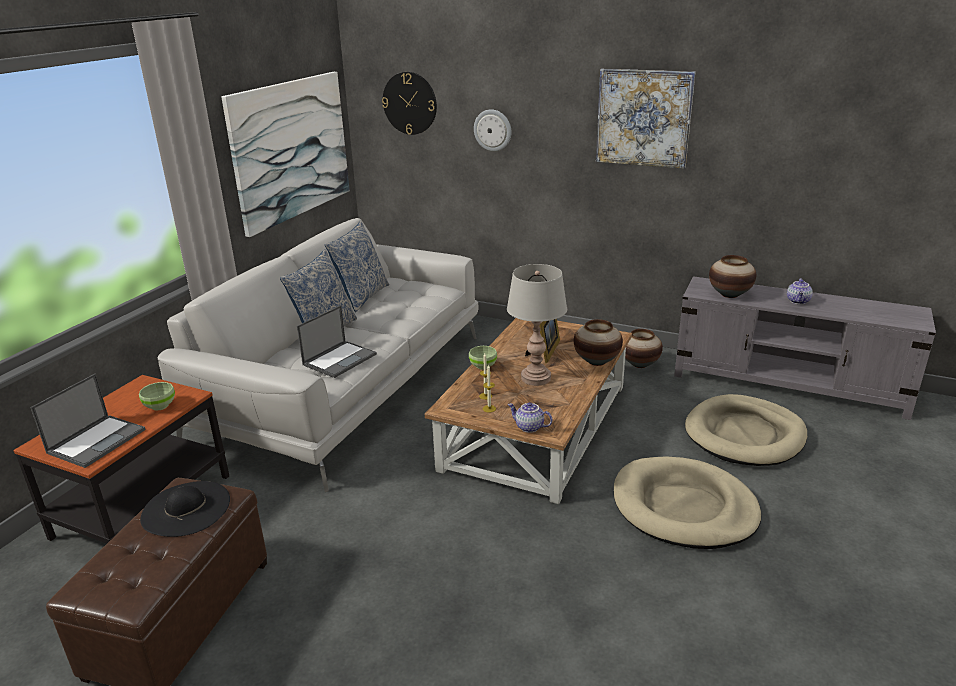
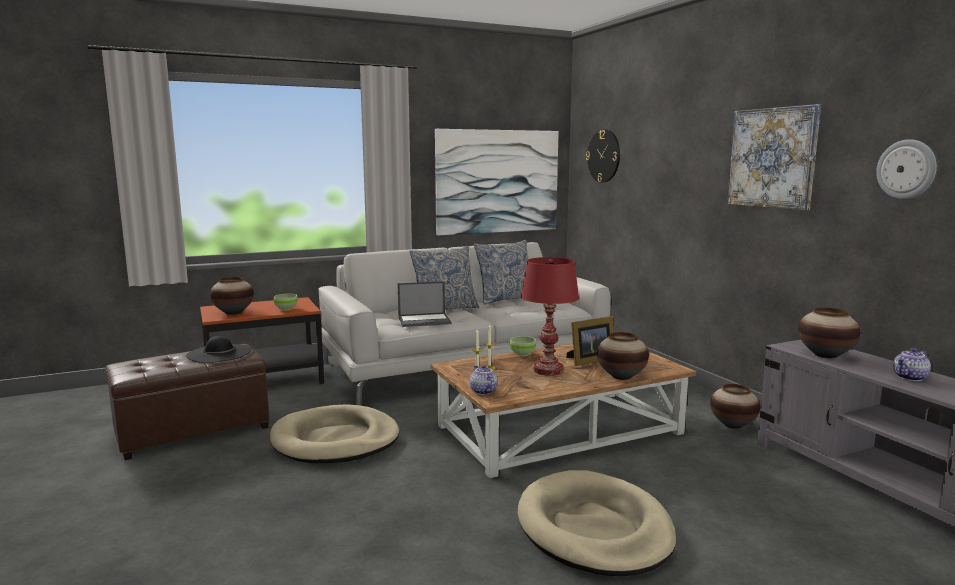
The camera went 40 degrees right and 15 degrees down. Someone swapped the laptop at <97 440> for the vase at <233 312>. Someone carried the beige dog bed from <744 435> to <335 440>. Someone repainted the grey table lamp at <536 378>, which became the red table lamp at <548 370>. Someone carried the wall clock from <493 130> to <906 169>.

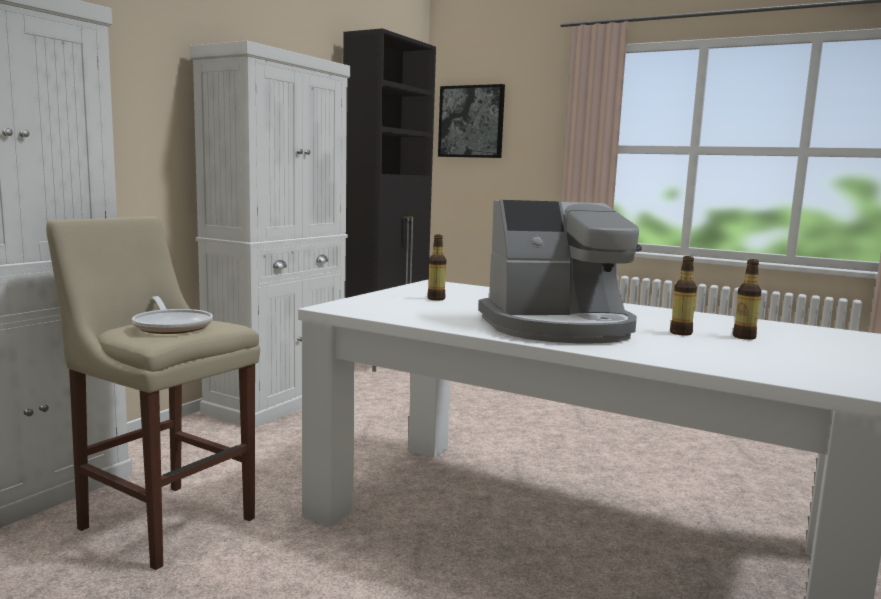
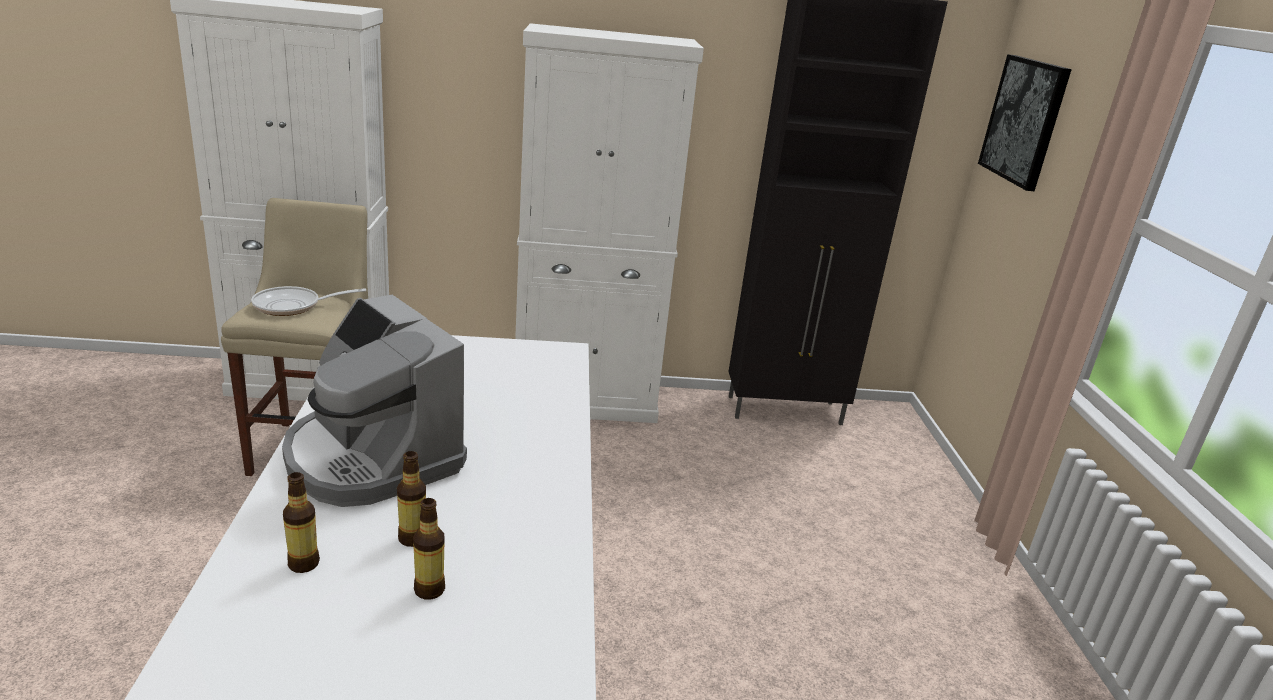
The camera went 55 degrees right and 15 degrees up. Someone rotated the frying pan at <172 326> by 45 degrees clockwise. Someone carried the bottle from <436 299> to <303 564>.

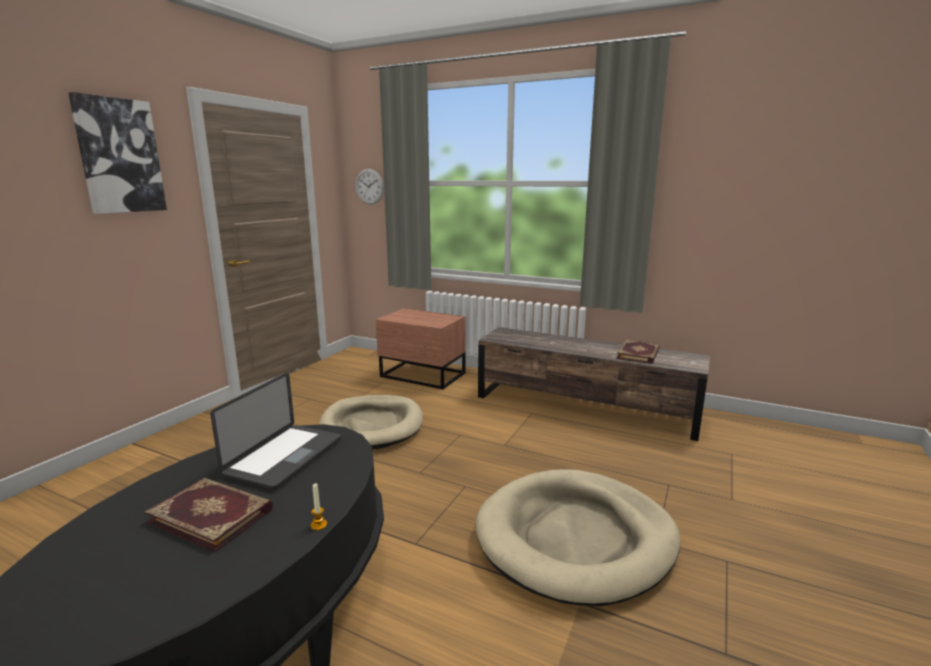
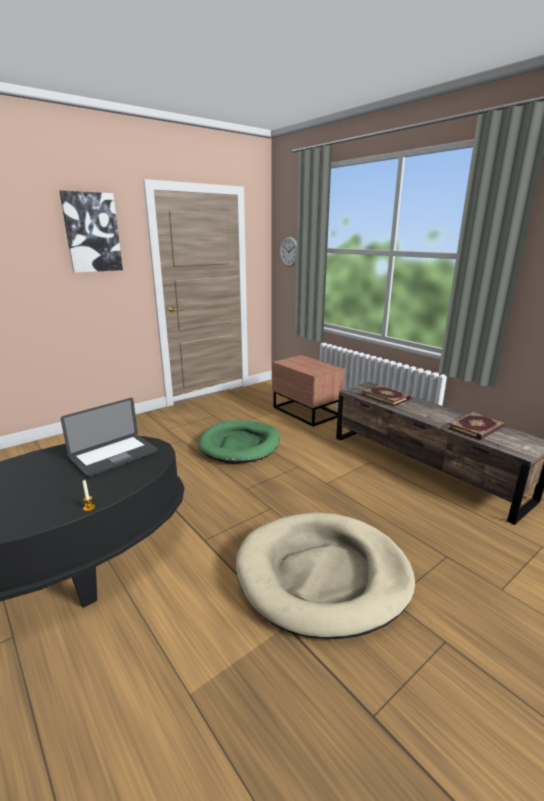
The camera went 25 degrees right and 5 degrees up. Someone repainted the beige dog bed at <372 425>, which became the green dog bed at <240 444>. Someone carried the book from <212 515> to <386 397>.

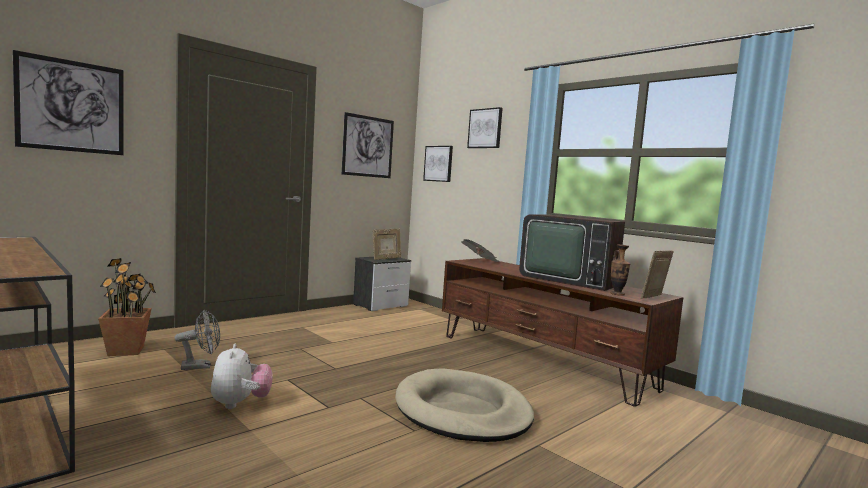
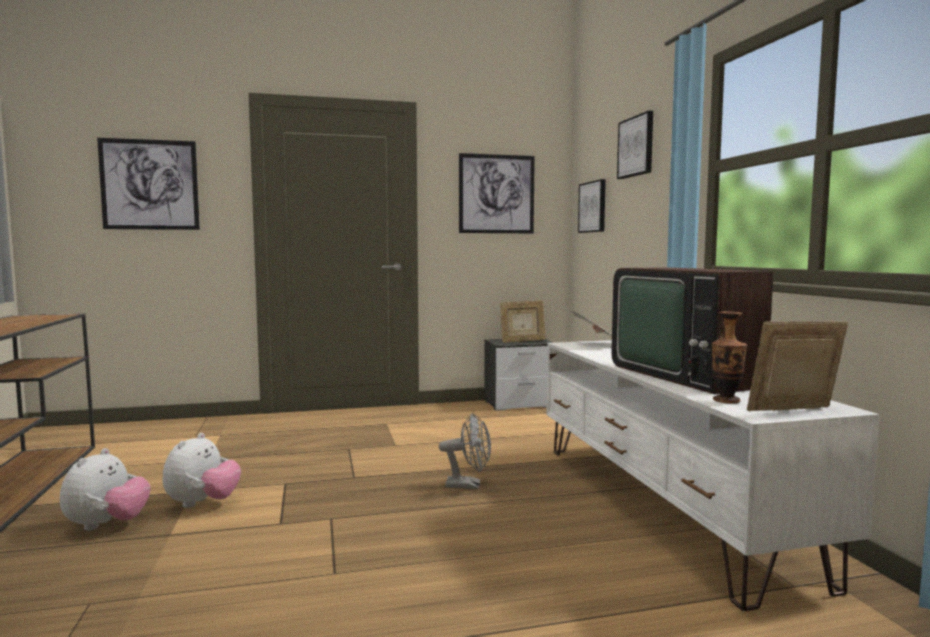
The camera went 30 degrees right and 0 degrees up. Someone put down the plush toy at <107 525>. Someone carried the grey fan from <201 366> to <469 485>. Someone repainted the brown tv stand at <542 361>, which became the white tv stand at <662 505>. Someone took away the potted plant at <127 351>. Someone took away the beige dog bed at <462 411>.

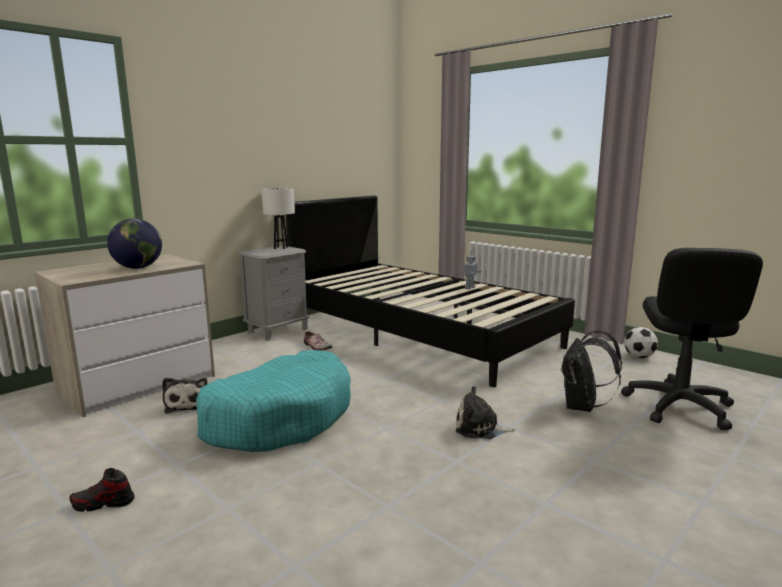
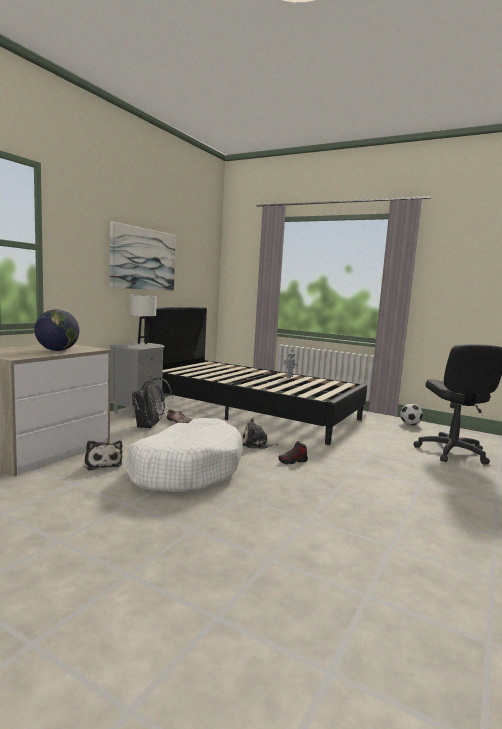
The camera went 15 degrees left and 5 degrees down. Someone put up the picture at <143 259>. Someone repainted the turquoise dog bed at <279 418>, which became the white dog bed at <186 469>. Someone carried the black backpack from <583 407> to <149 426>. Someone carried the plush toy from <480 428> to <257 444>. Someone carried the shoe from <103 503> to <293 461>.

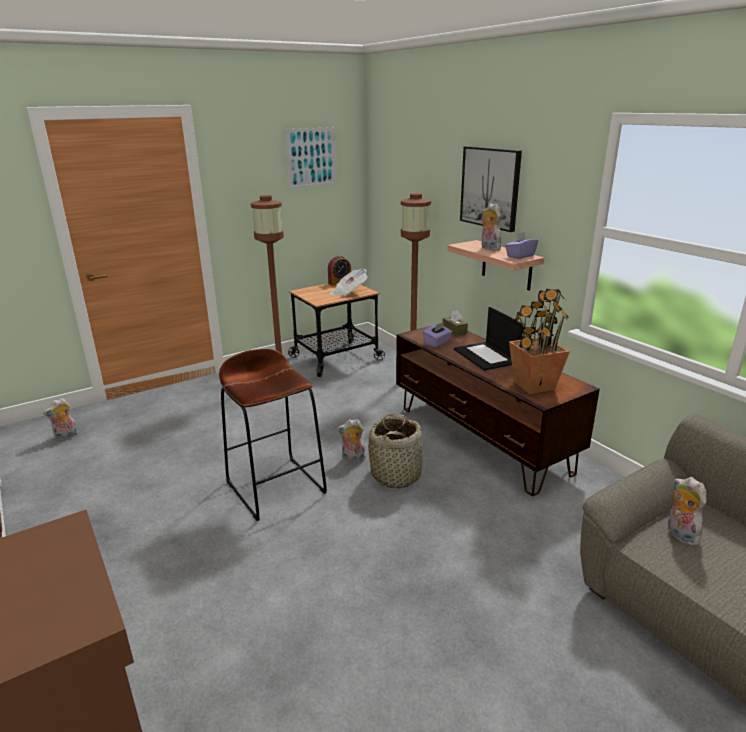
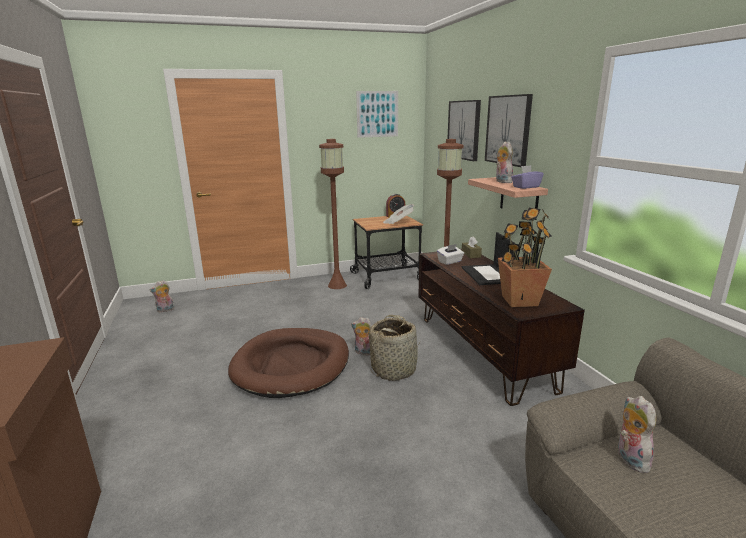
The camera went 15 degrees right and 5 degrees down. Someone swapped the brown stool at <276 487> for the brown dog bed at <291 365>. Someone repainted the purple tissue box at <437 343>, which became the white tissue box at <450 262>. Someone put up the picture at <464 130>.

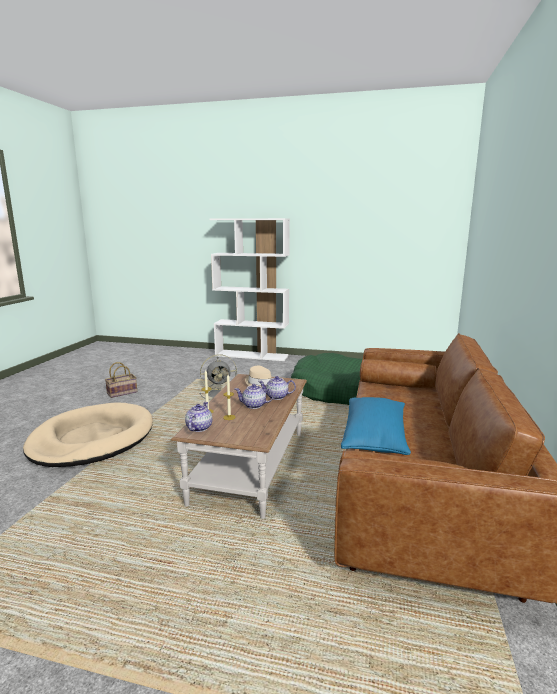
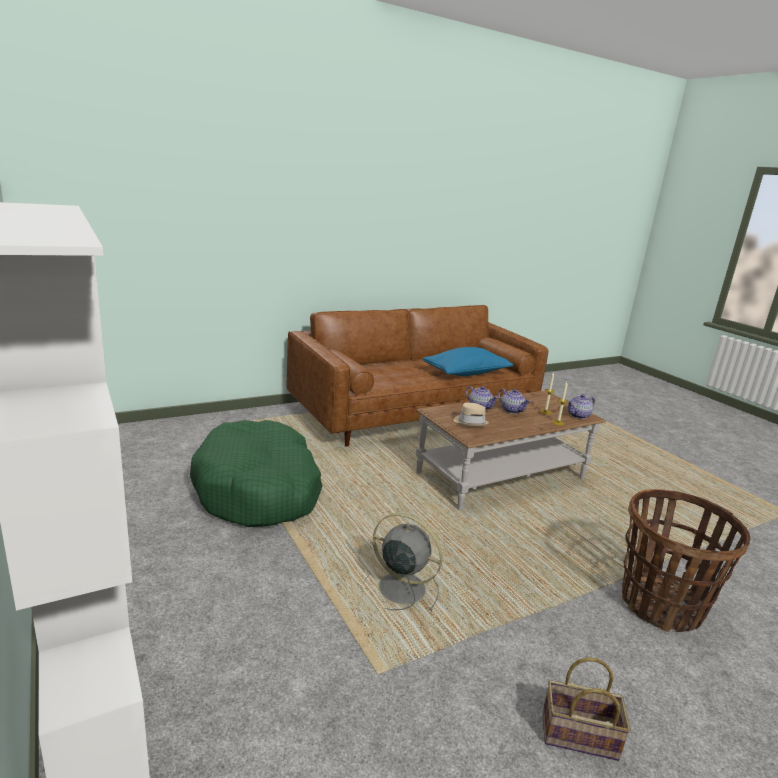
The camera went 135 degrees left and 5 degrees up. Someone swapped the beige dog bed at <92 439> for the basket at <661 605>.

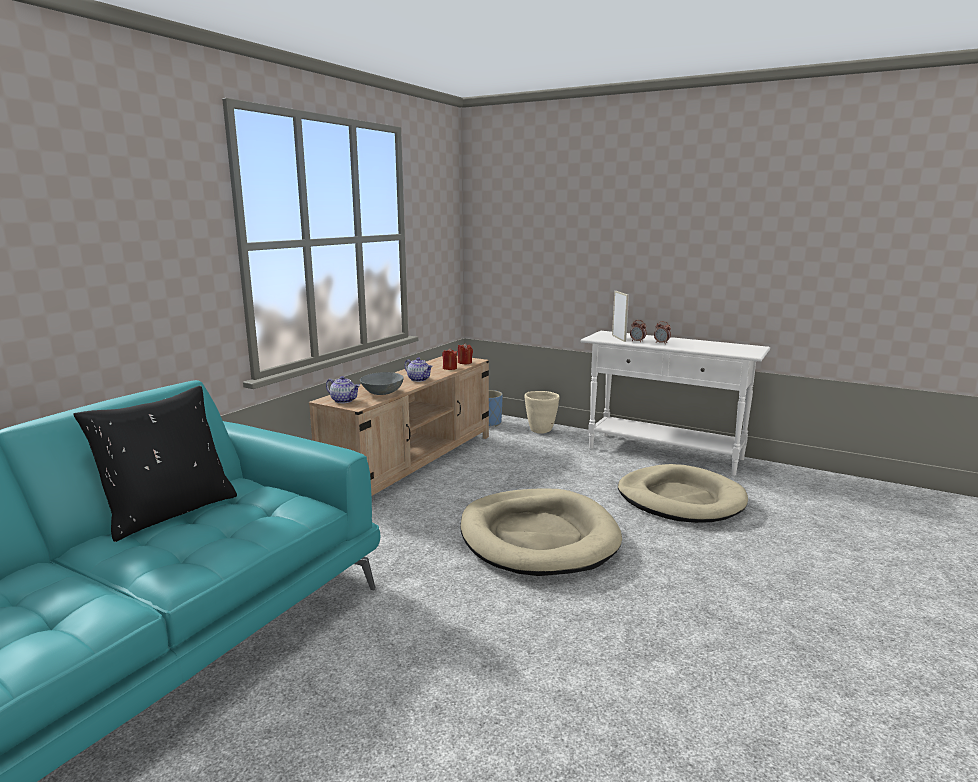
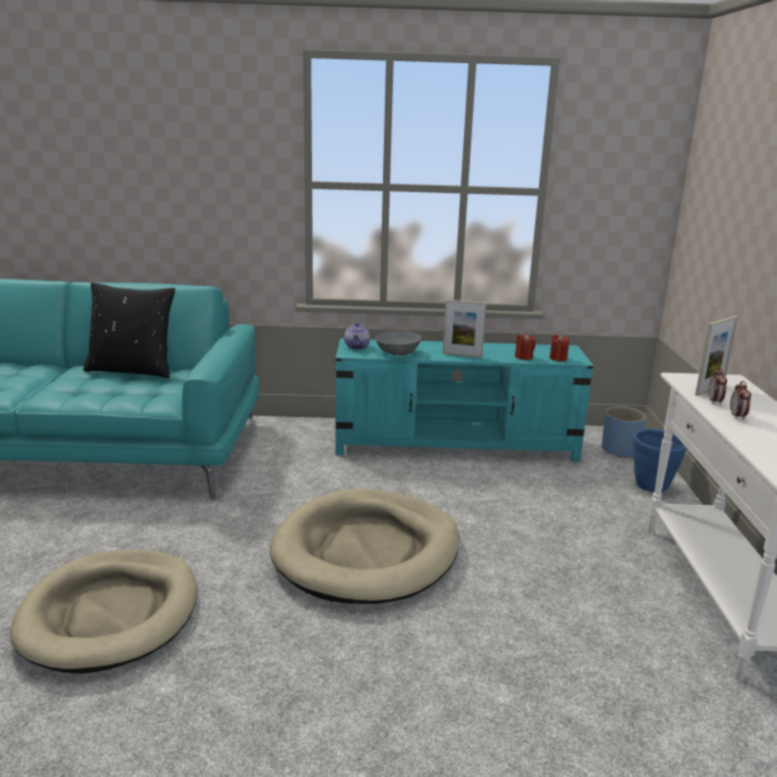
The camera went 60 degrees right and 5 degrees up. Someone carried the beige dog bed from <680 499> to <111 614>. Someone repainted the beige tv stand at <413 463>, which became the turquoise tv stand at <456 445>. Someone swapped the teapot at <419 379> for the picture frame at <462 355>. Someone repainted the beige planter at <541 430>, which became the blue planter at <652 486>.

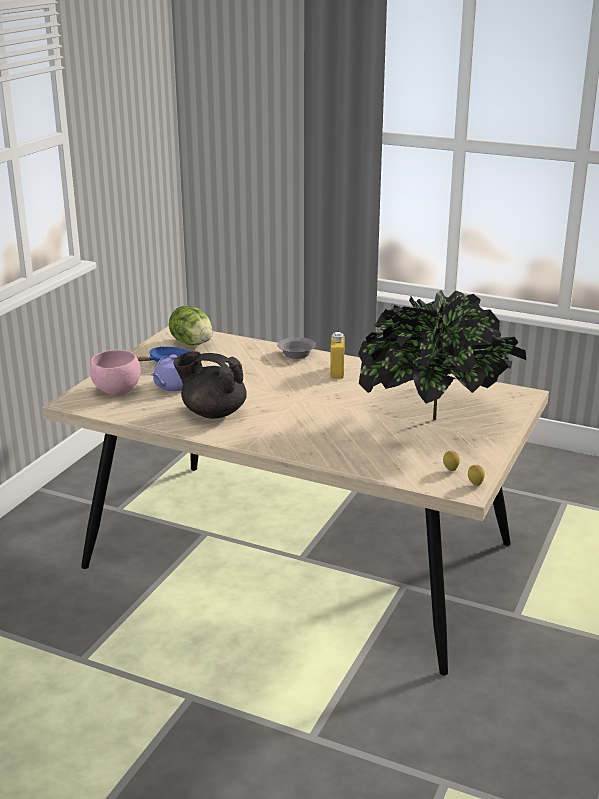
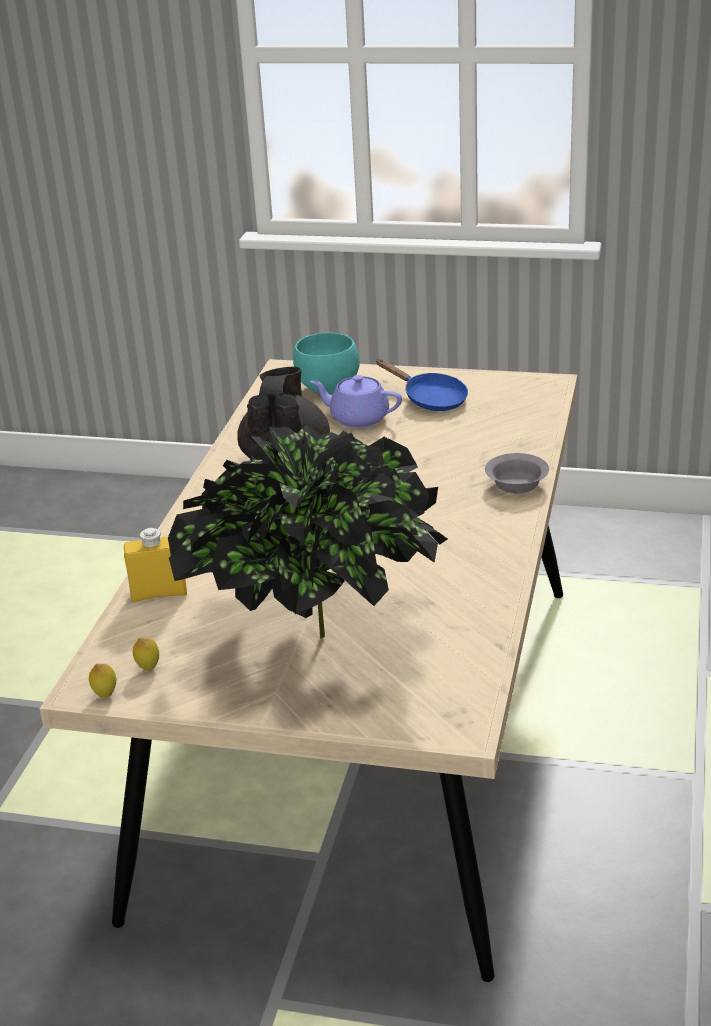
The camera went 80 degrees right and 5 degrees up. Someone carried the yellow bottle from <337 372> to <159 593>. Someone repainted the pink bowl at <117 391>, which became the turquoise bowl at <326 388>. Someone took away the lettuce at <192 343>.

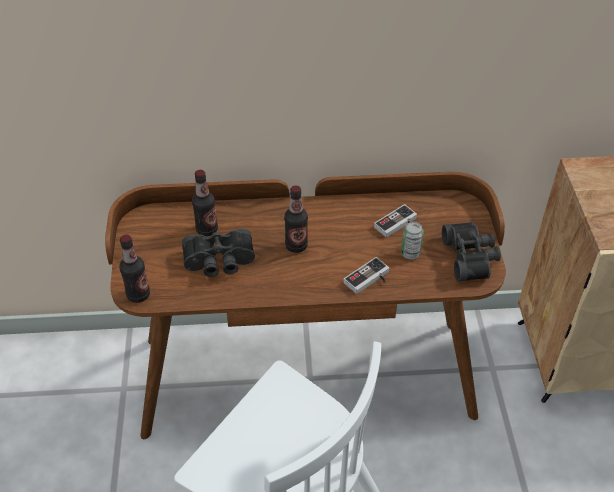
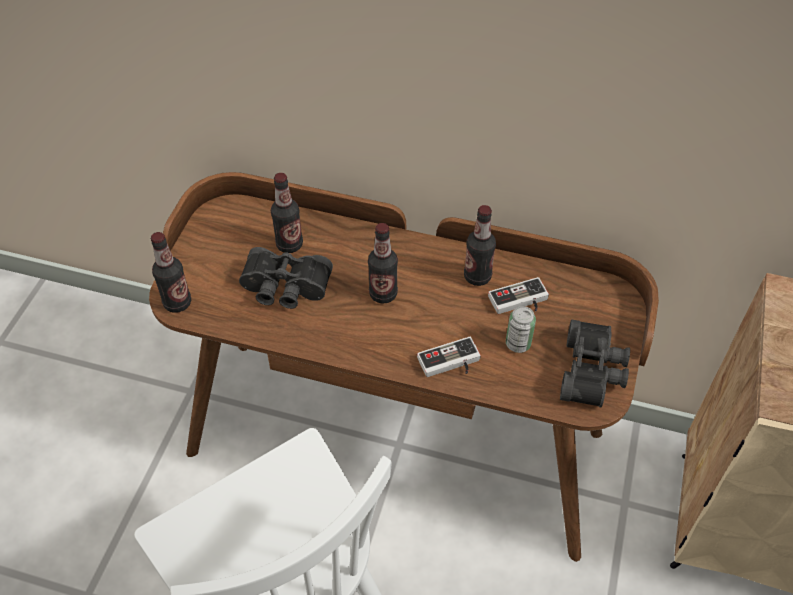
The camera went 20 degrees right and 5 degrees up. Someone put down the bottle at <477 276>.

